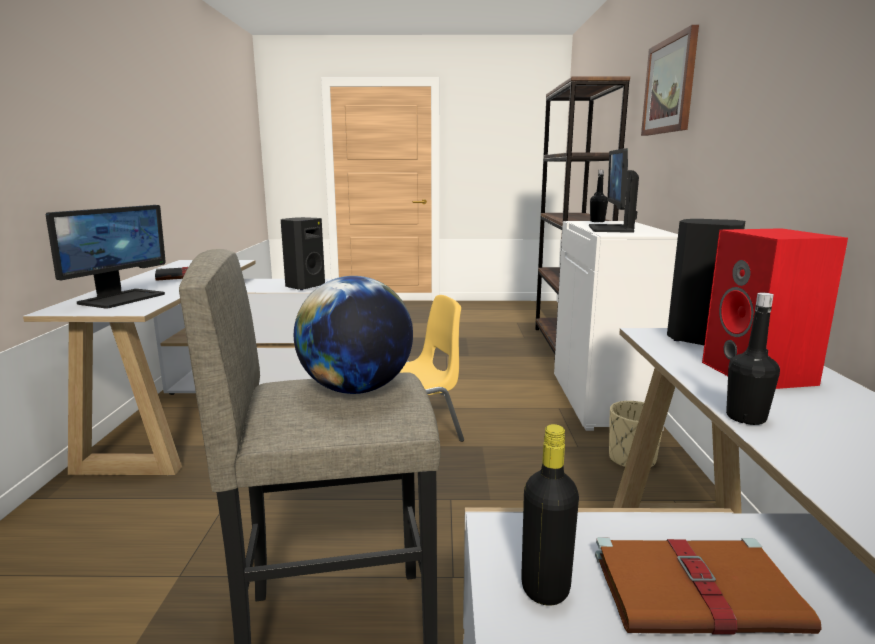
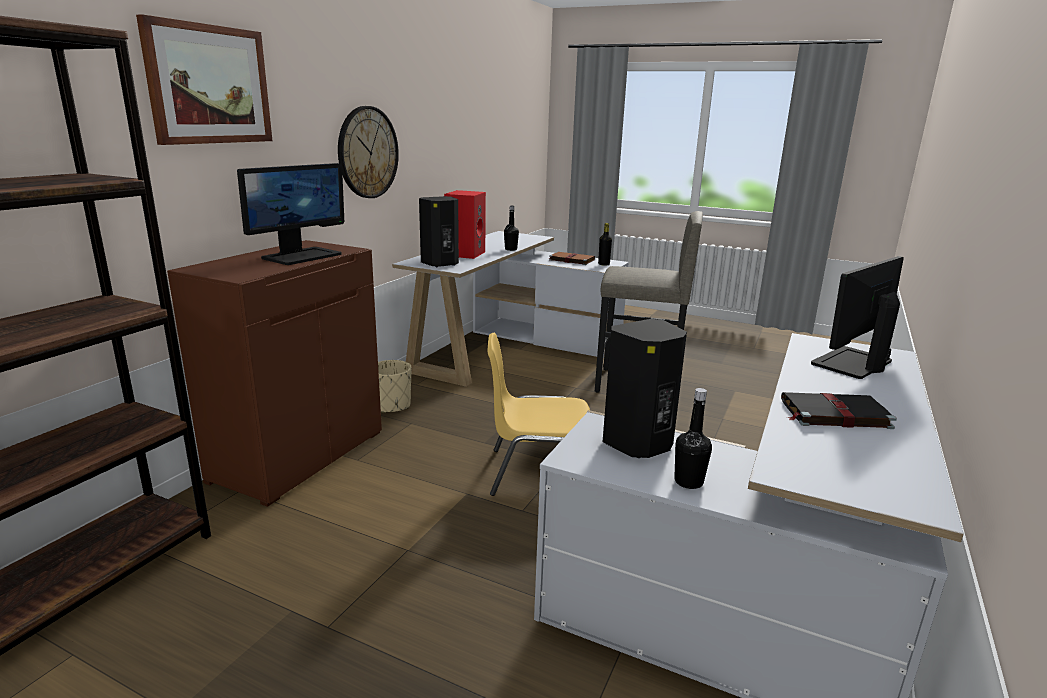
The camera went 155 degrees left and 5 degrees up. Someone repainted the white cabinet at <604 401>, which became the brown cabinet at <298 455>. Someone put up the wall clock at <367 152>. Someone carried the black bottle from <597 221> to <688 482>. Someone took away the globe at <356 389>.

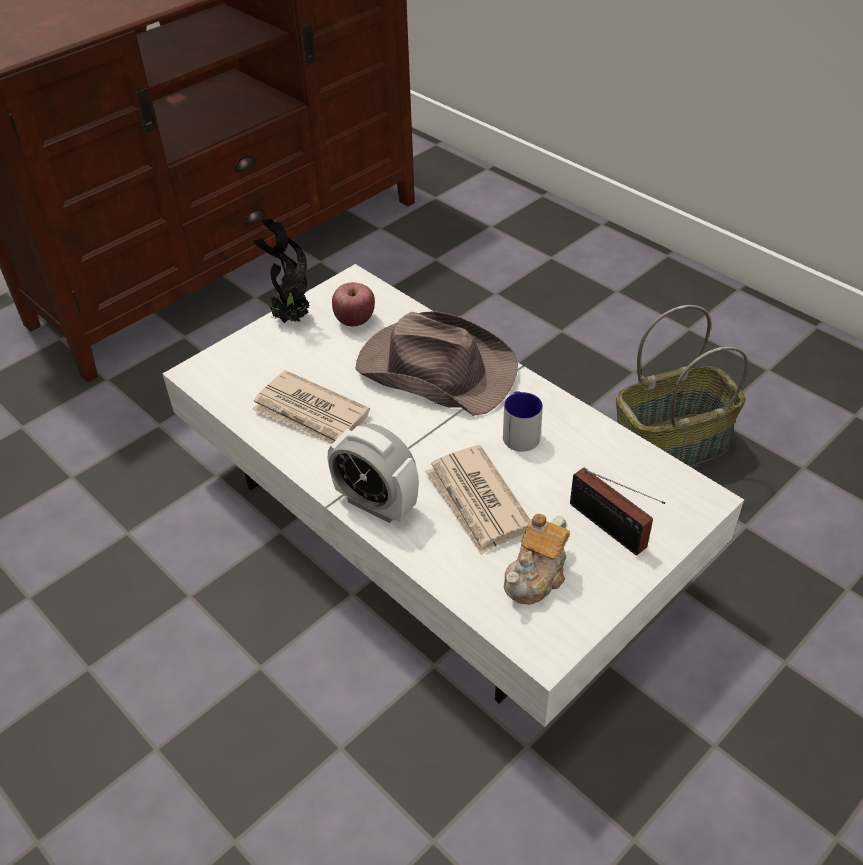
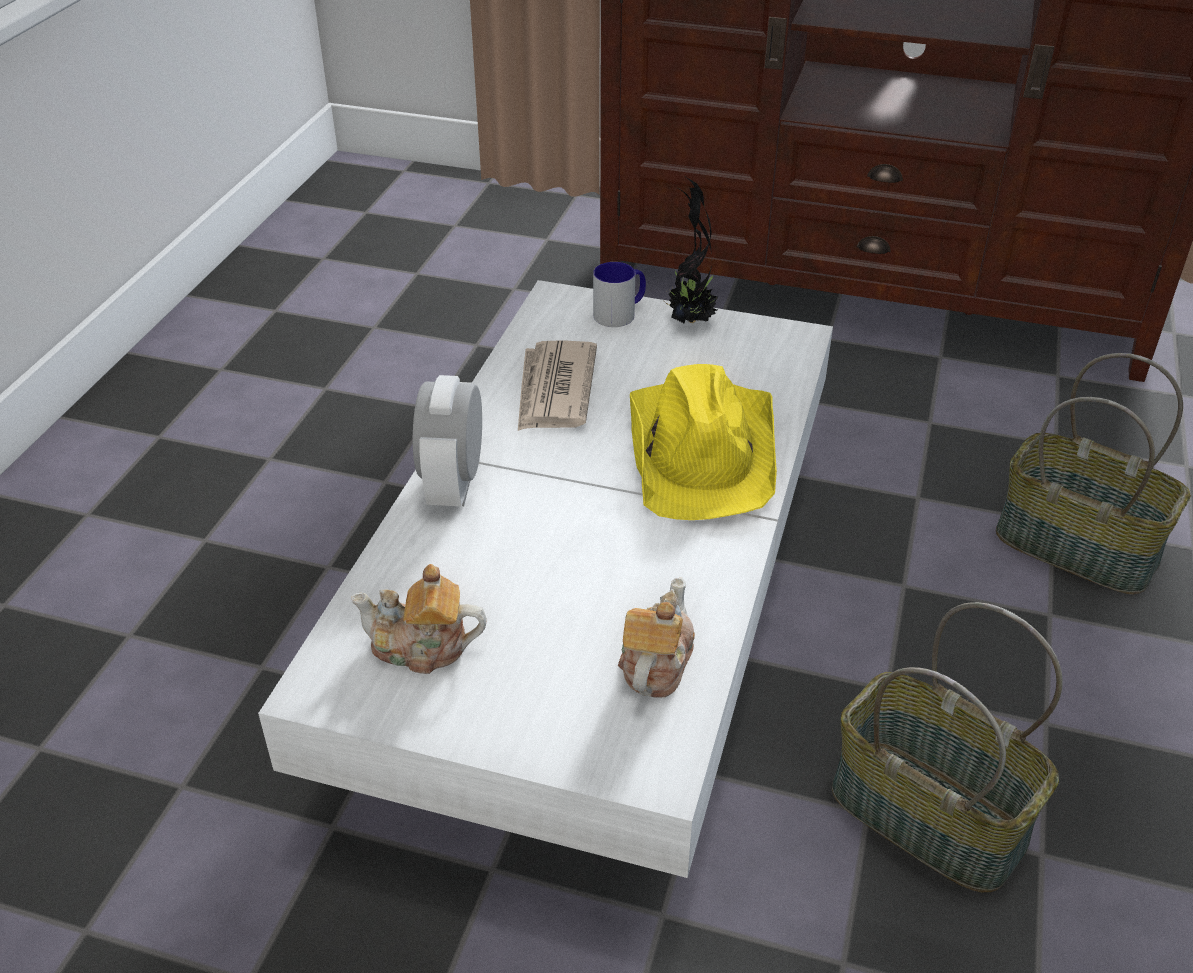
The camera went 60 degrees right and 5 degrees down. Someone carried the mug from <519 432> to <620 313>. Someone put down the teapot at <655 664>. Someone repainted the brown hat at <435 369>, which became the yellow hat at <703 450>. Someone put down the basket at <1078 546>. Someone took away the apple at <355 320>. Someone took away the newspaper at <477 502>. Someone took away the radio at <610 529>.

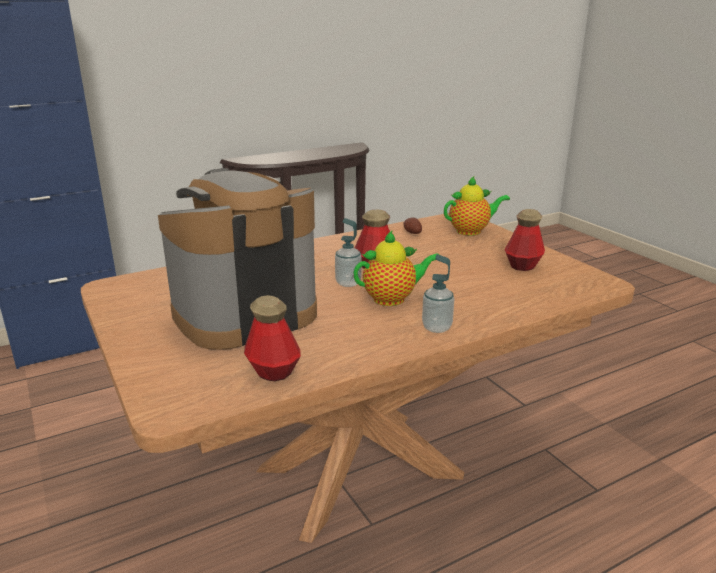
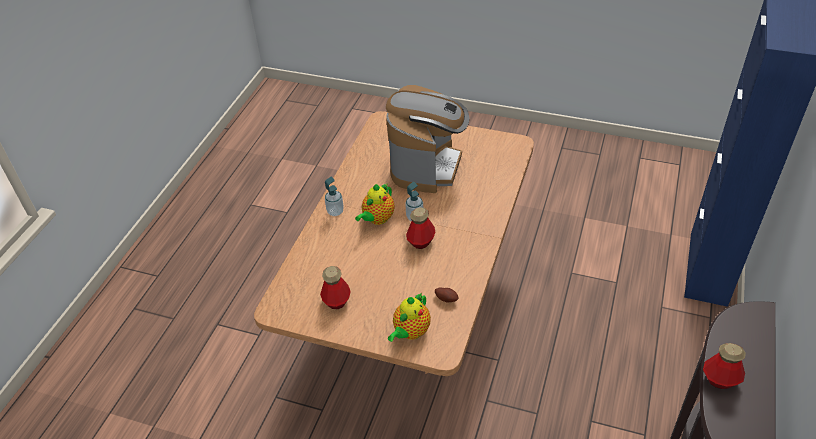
The camera went 140 degrees right and 20 degrees up. Someone carried the bottle from <273 371> to <720 380>.

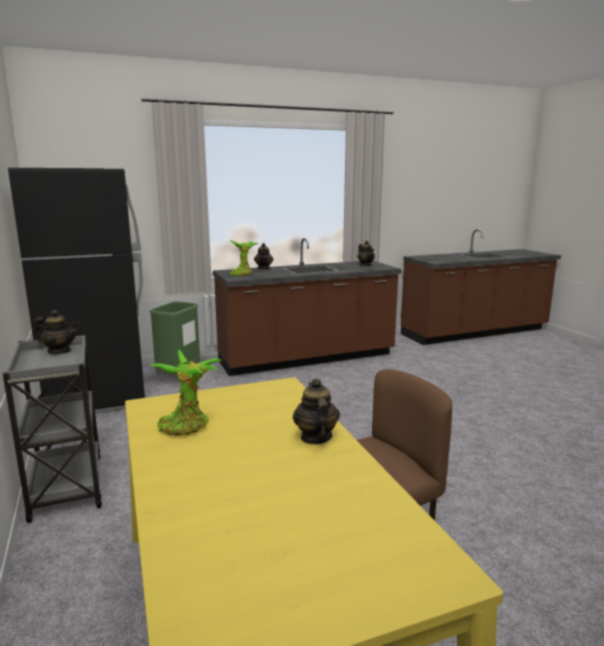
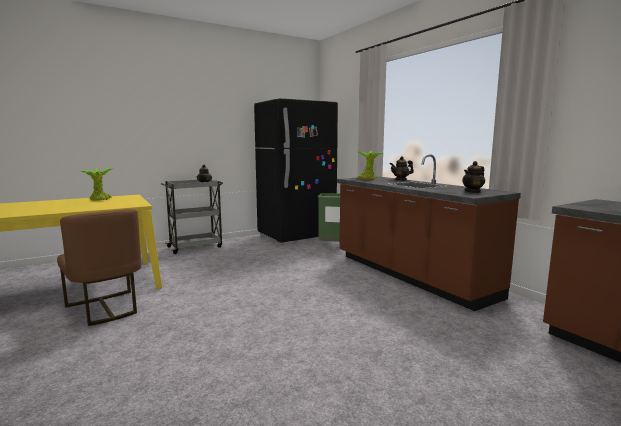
The camera went 80 degrees right and 5 degrees down. Someone took away the teapot at <315 437>.

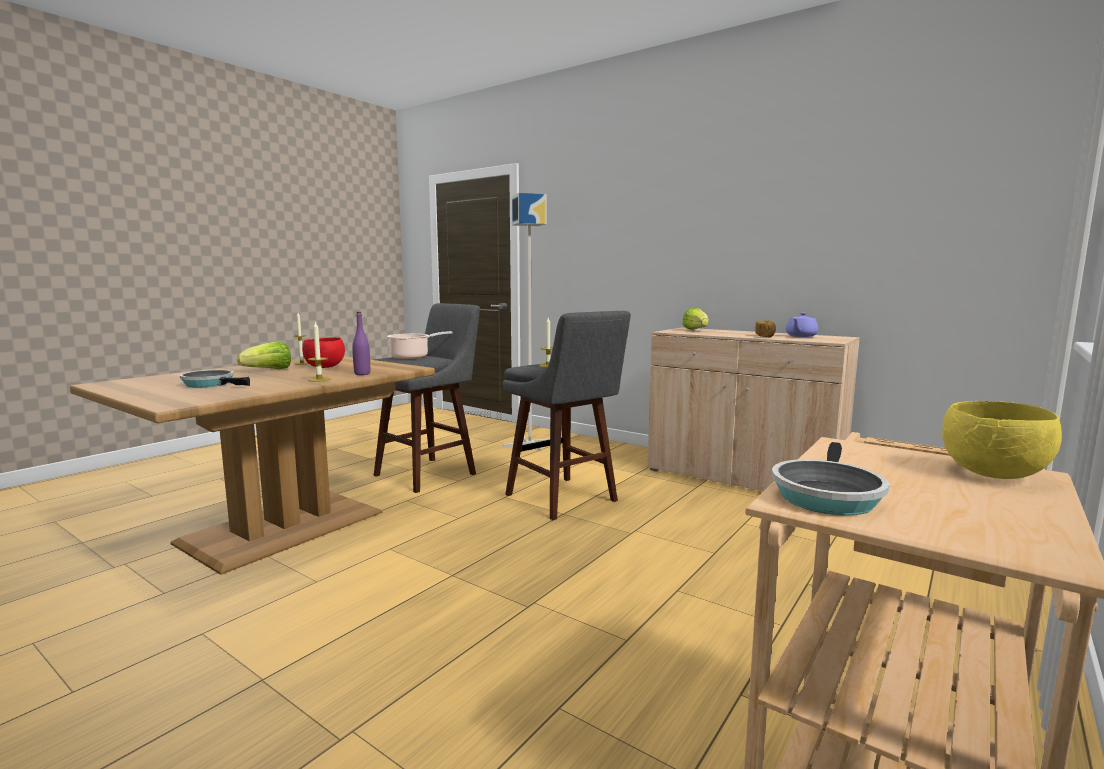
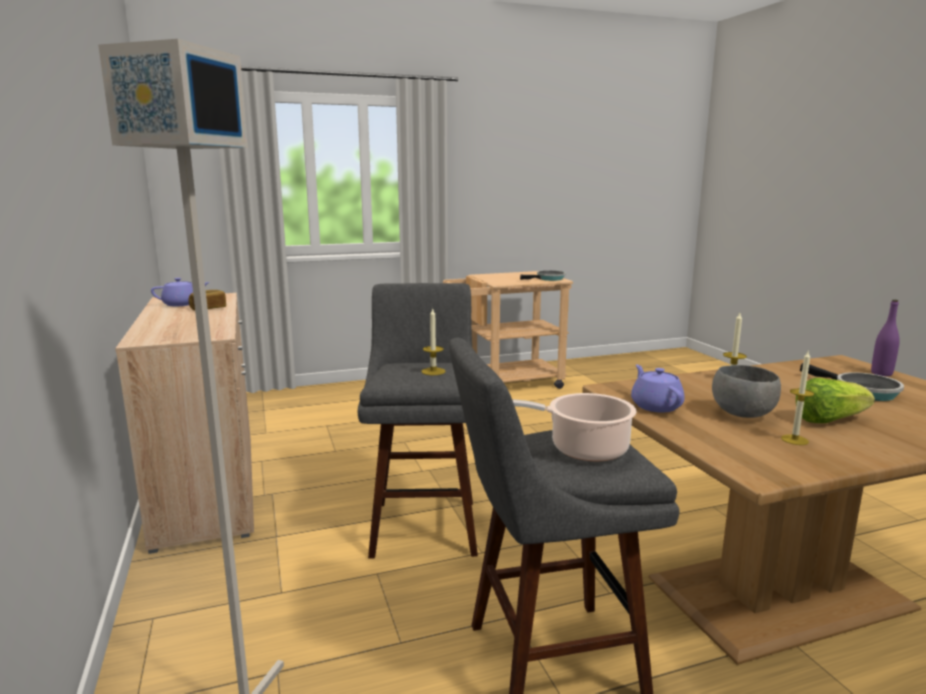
The camera went 145 degrees left and 5 degrees up. Someone put down the purple teapot at <655 406>. Someone repainted the red bowl at <324 367>, which became the grey bowl at <742 414>. Someone carried the purple bottle from <362 374> to <881 373>. Someone took away the lettuce at <696 330>. Someone took away the yellow bowl at <995 475>.

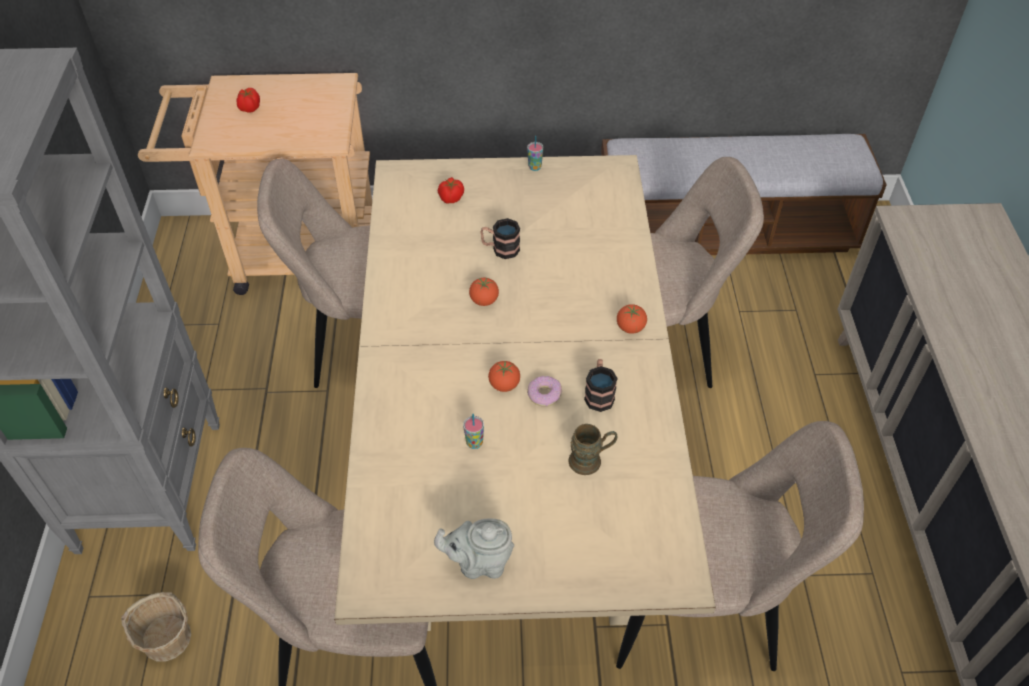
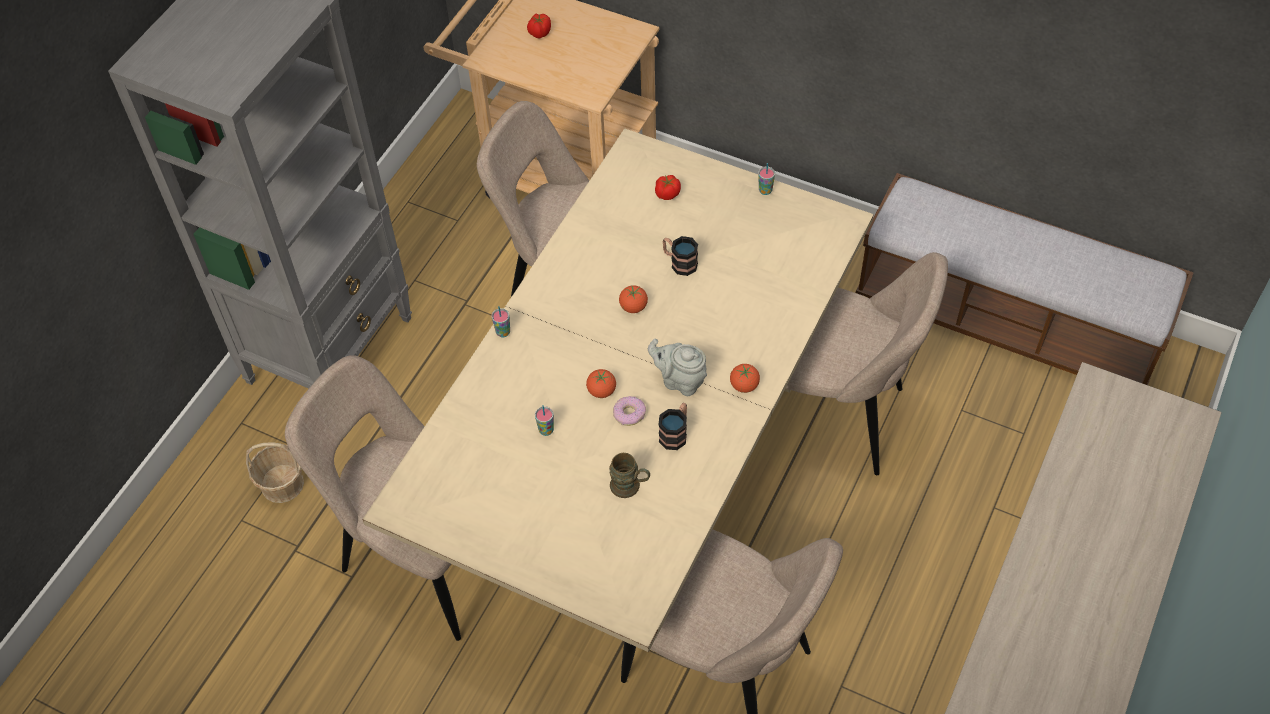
The camera went 30 degrees right and 5 degrees up. Someone put down the cup at <503 332>. Someone carried the grey teapot from <479 563> to <680 381>.

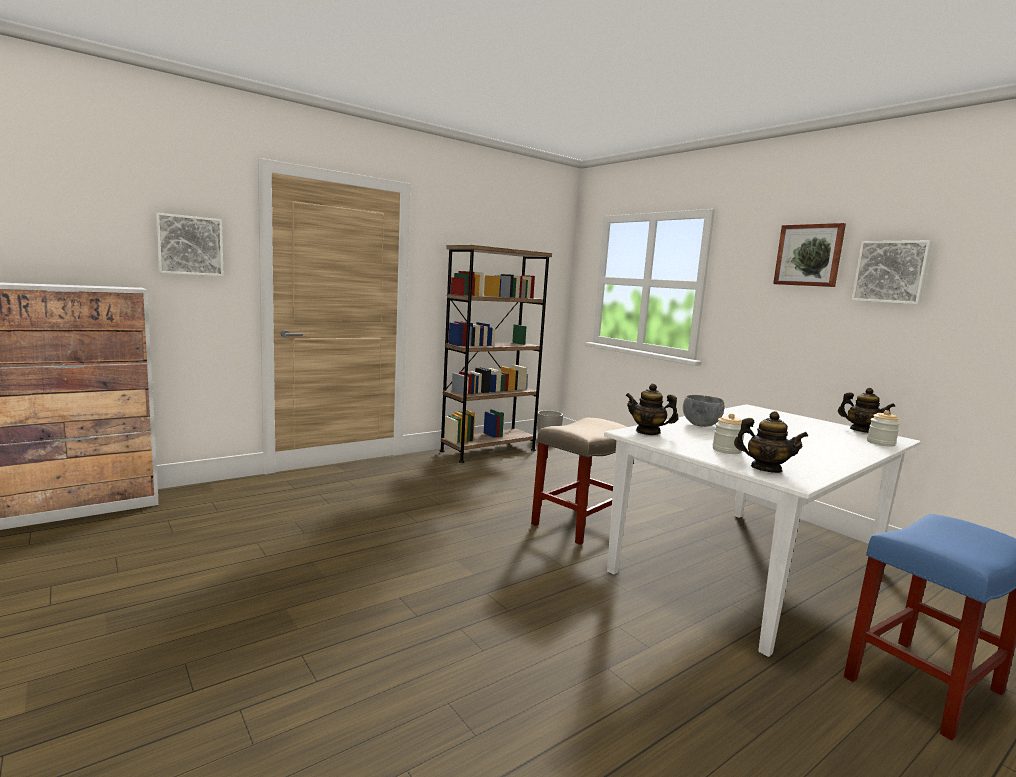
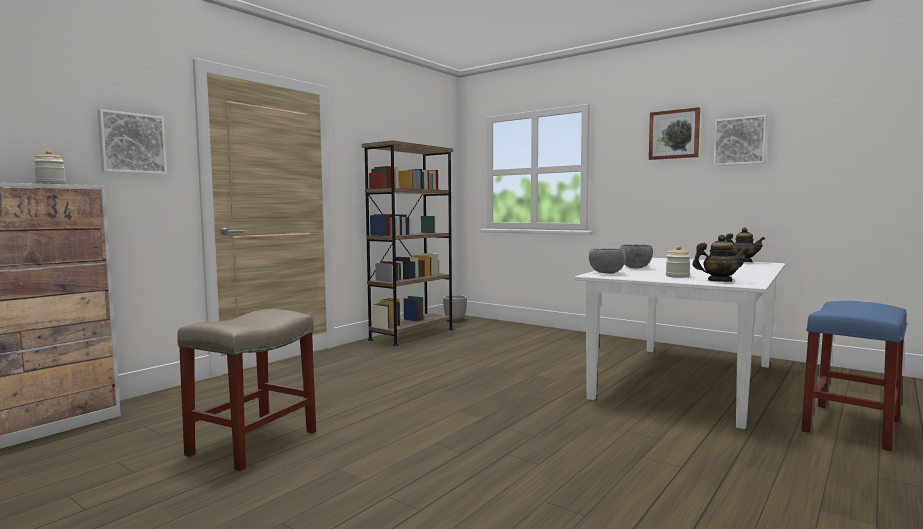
The camera went 15 degrees left and 5 degrees down. Someone carried the jar from <881 443> to <51 184>. Someone carried the beige stool from <579 522> to <254 442>. Someone swapped the teapot at <648 432> for the grey bowl at <607 273>.

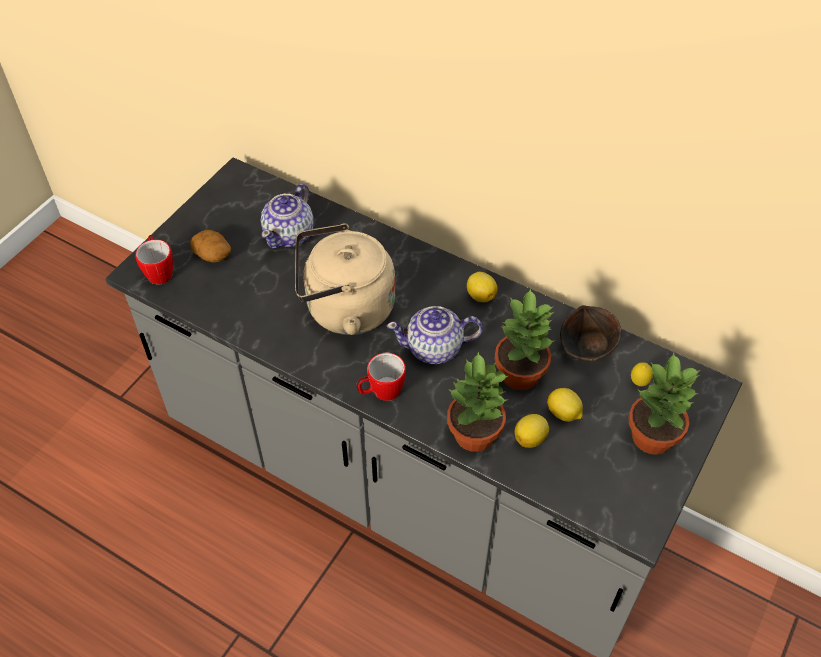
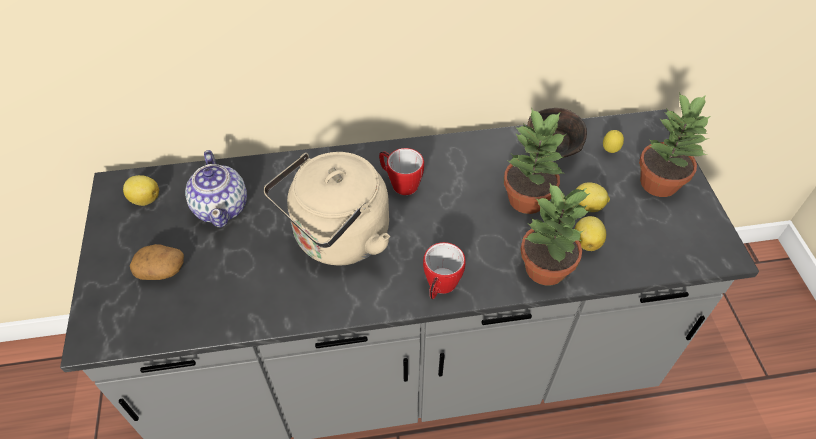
The camera went 40 degrees left and 0 degrees up. Someone carried the lemon from <480 295> to <144 199>. Someone carried the mug from <159 271> to <400 183>. Someone took away the teapot at <435 348>.

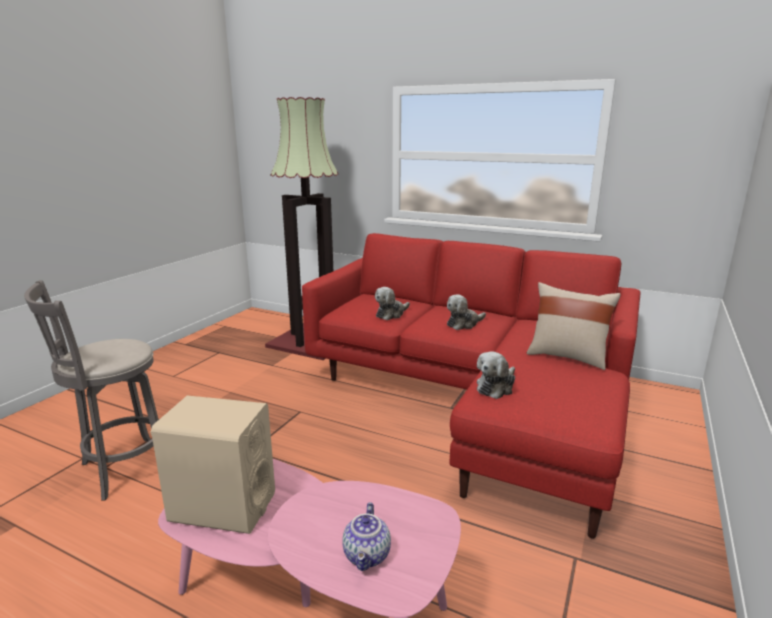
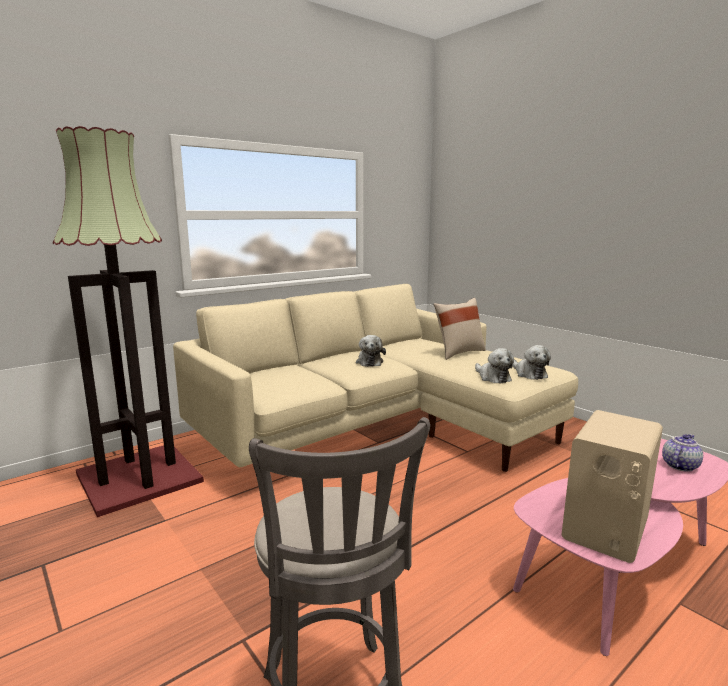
The camera went 65 degrees left and 5 degrees down. Someone repainted the red sofa at <475 400>, which became the beige sofa at <376 430>. Someone carried the plush toy from <391 314> to <529 374>. Someone rotated the teapot at <368 556> by 75 degrees counterclockwise.

